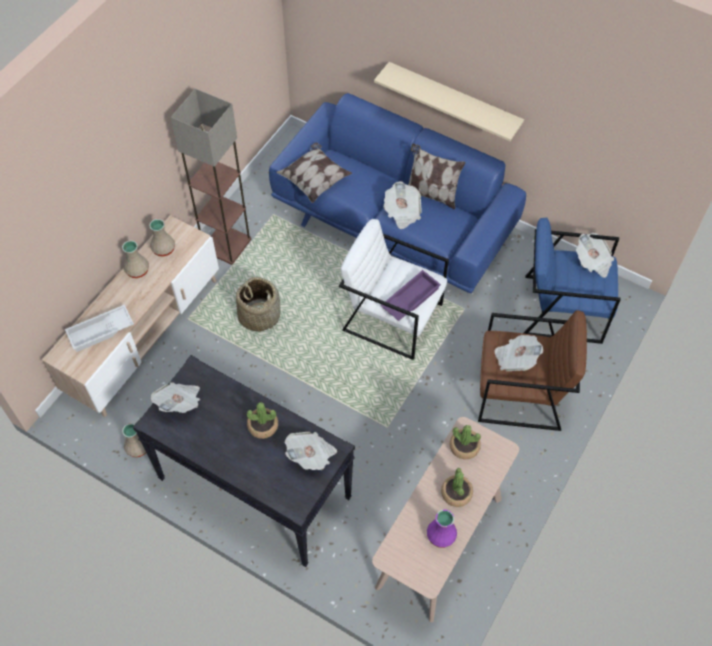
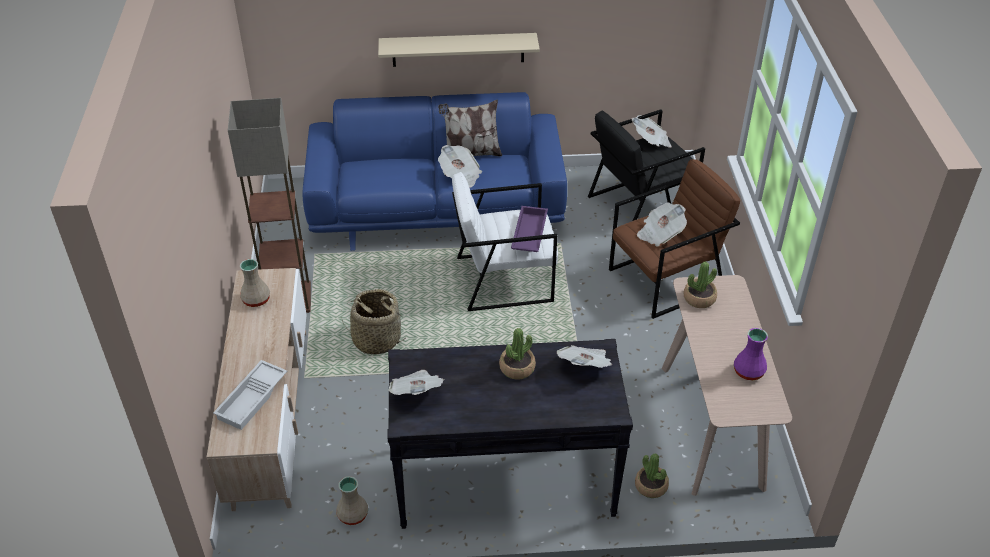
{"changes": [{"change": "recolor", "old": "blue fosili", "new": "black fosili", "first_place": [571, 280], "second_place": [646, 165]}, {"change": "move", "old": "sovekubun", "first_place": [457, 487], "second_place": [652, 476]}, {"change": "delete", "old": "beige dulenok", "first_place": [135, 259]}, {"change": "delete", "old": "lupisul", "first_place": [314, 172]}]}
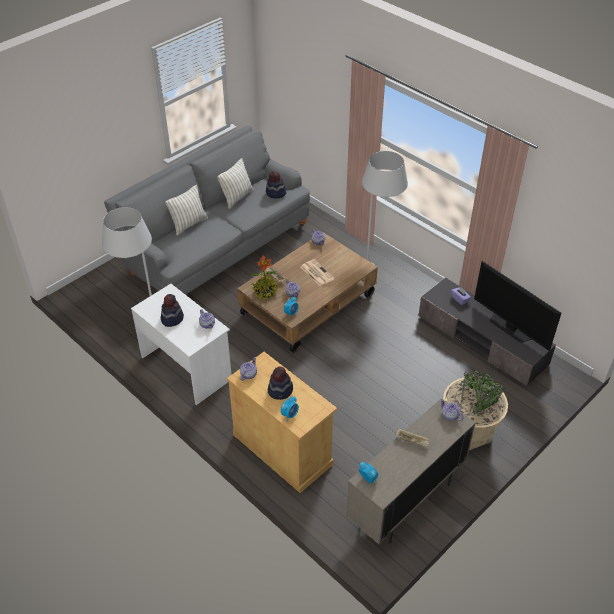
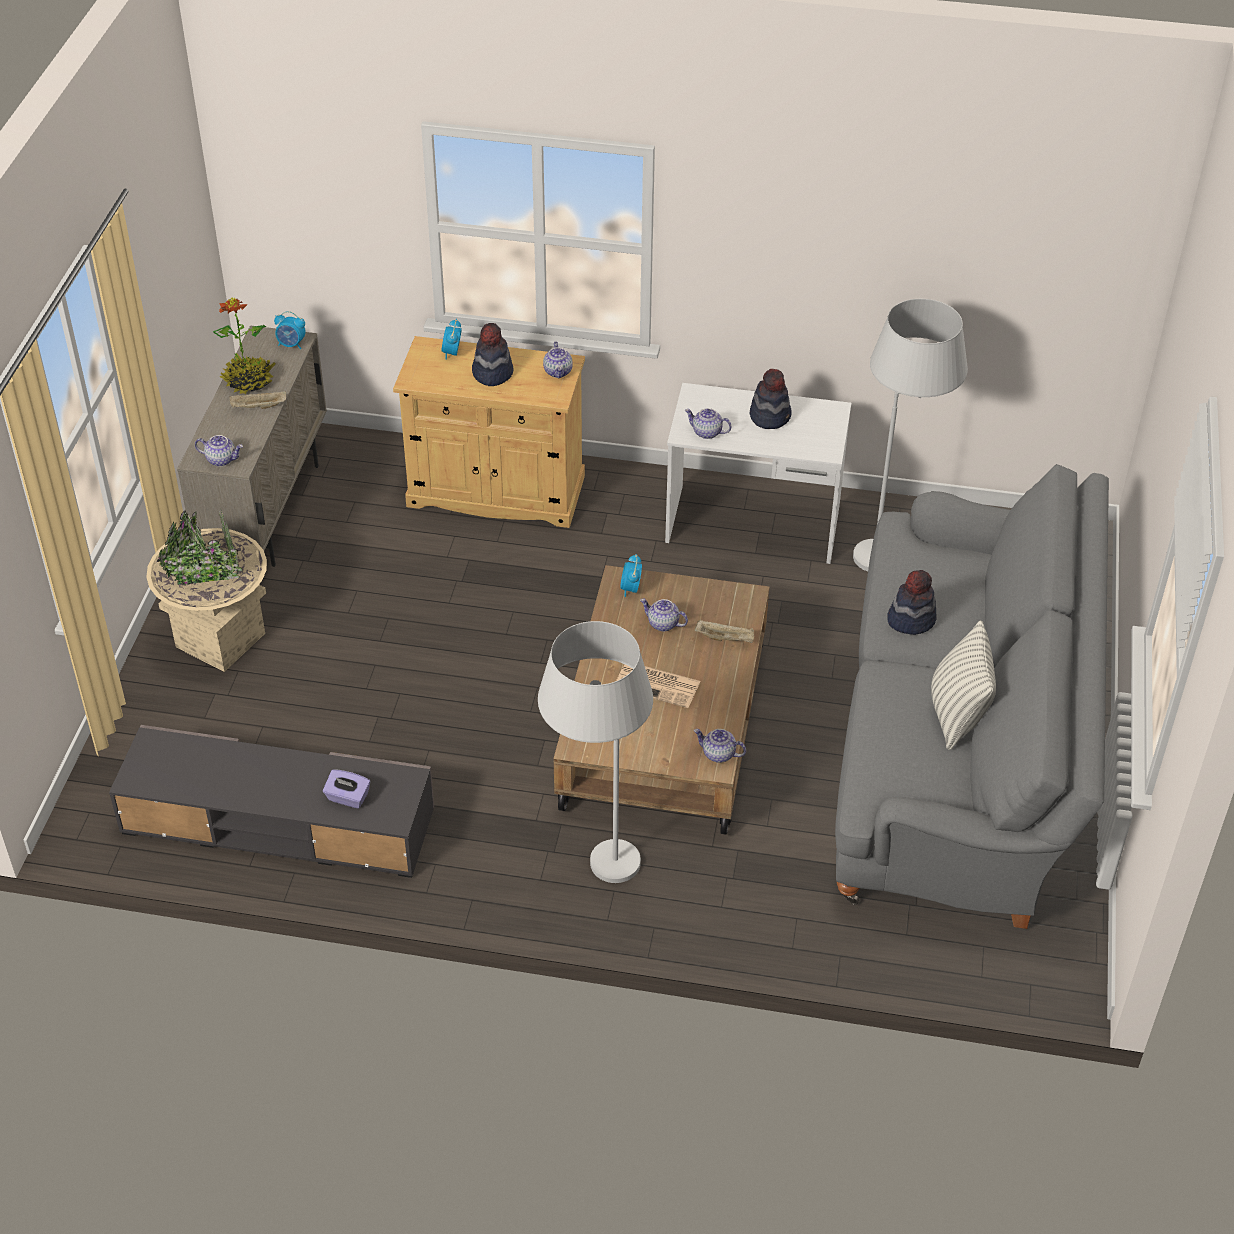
{"changes": [{"change": "move", "old": "sovekubun", "first_place": [265, 277], "second_place": [244, 346]}, {"change": "move", "old": "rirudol", "first_place": [276, 184], "second_place": [912, 602]}, {"change": "delete", "old": "lupisul", "first_place": [186, 210]}, {"change": "delete", "old": "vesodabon", "first_place": [517, 306]}]}
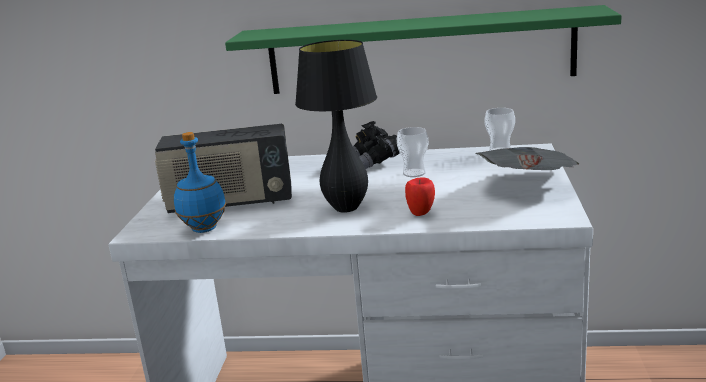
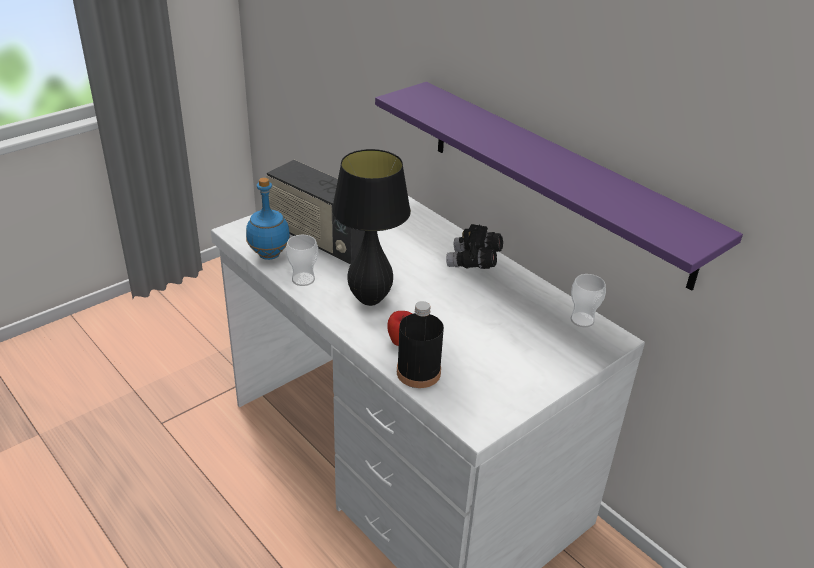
{"changes": [{"change": "move", "old": "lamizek", "first_place": [413, 152], "second_place": [302, 260]}, {"change": "recolor", "old": "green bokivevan", "new": "purple bokivevan", "first_place": [423, 49], "second_place": [559, 186]}, {"change": "insert", "new": "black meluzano", "second_place": [420, 344]}, {"change": "delete", "old": "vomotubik", "first_place": [527, 158]}]}
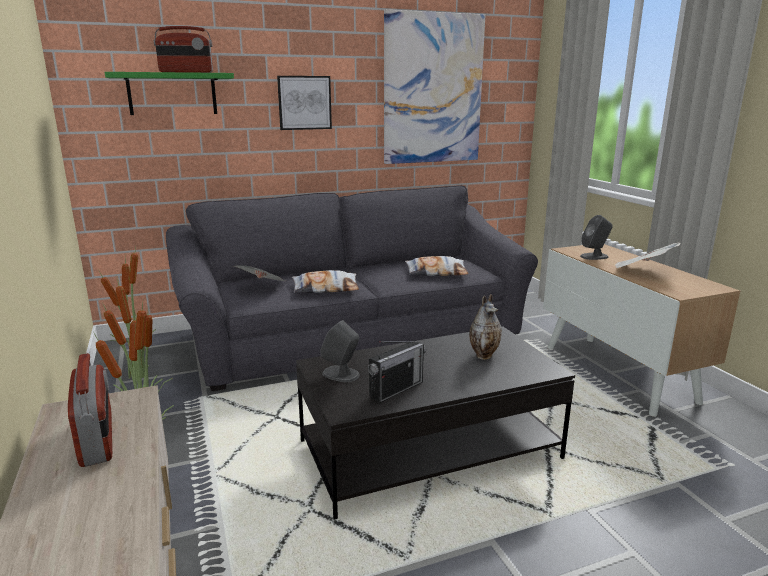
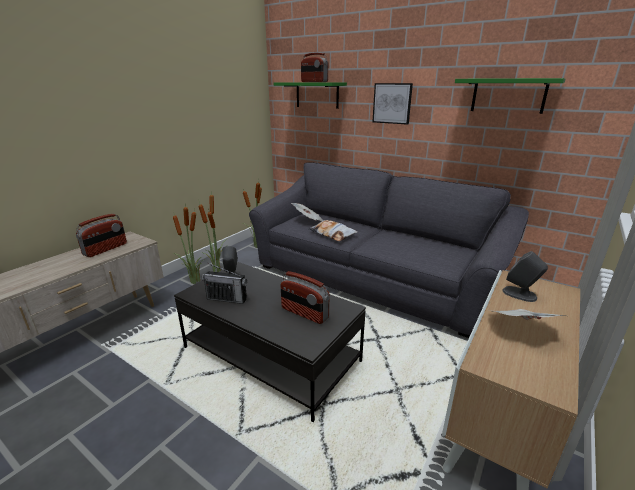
{"changes": [{"change": "replace", "old": "dulenok", "new": "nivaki", "first_place": [485, 327], "second_place": [305, 297]}, {"change": "replace", "old": "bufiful", "new": "green bokivevan", "first_place": [434, 86], "second_place": [510, 96]}, {"change": "delete", "old": "lupisul", "first_place": [437, 266]}]}
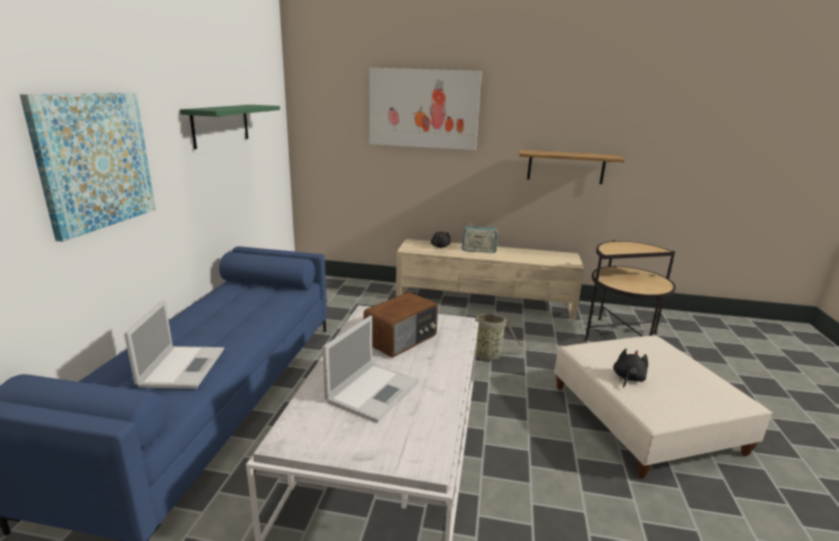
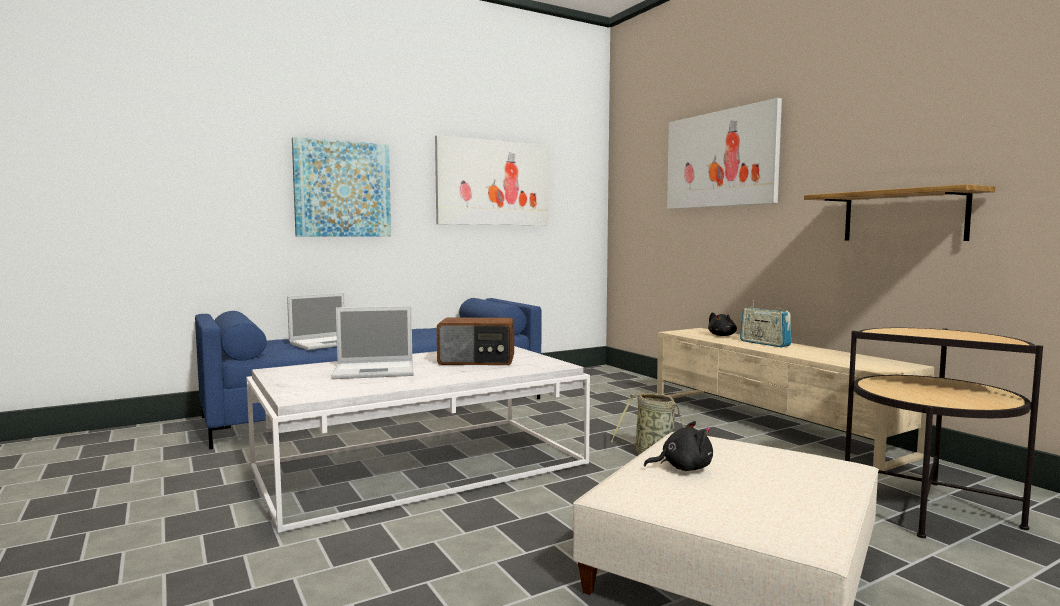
{"changes": [{"change": "replace", "old": "green bokivevan", "new": "bufiful", "first_place": [230, 127], "second_place": [492, 180]}]}
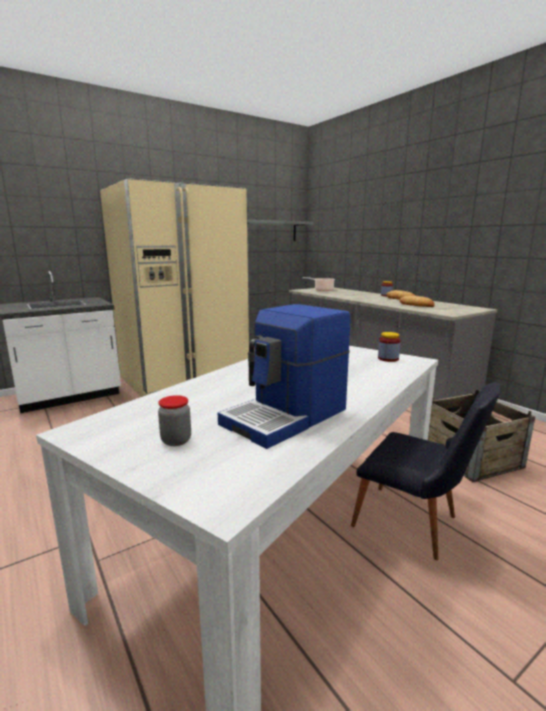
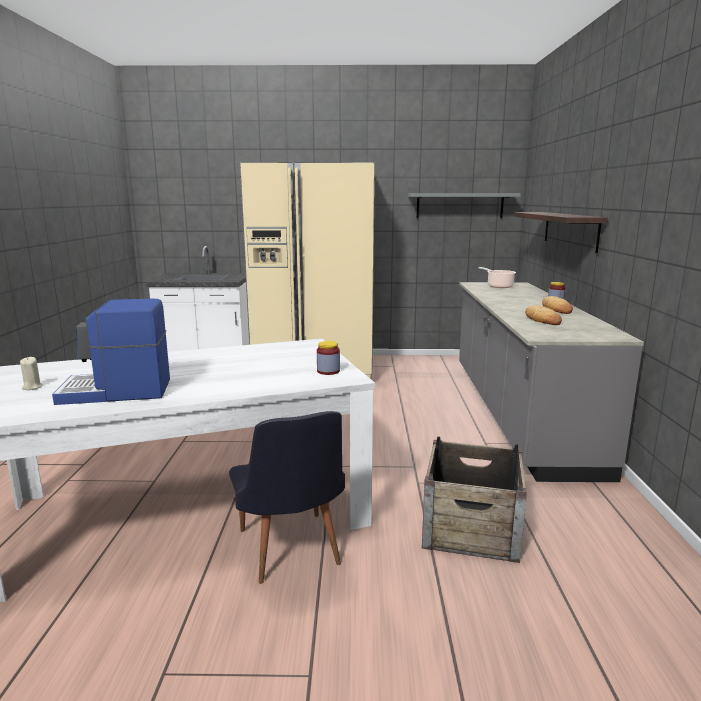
{"changes": [{"change": "replace", "old": "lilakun", "new": "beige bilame", "first_place": [174, 420], "second_place": [31, 373]}, {"change": "insert", "new": "bokivevan", "second_place": [561, 232]}]}
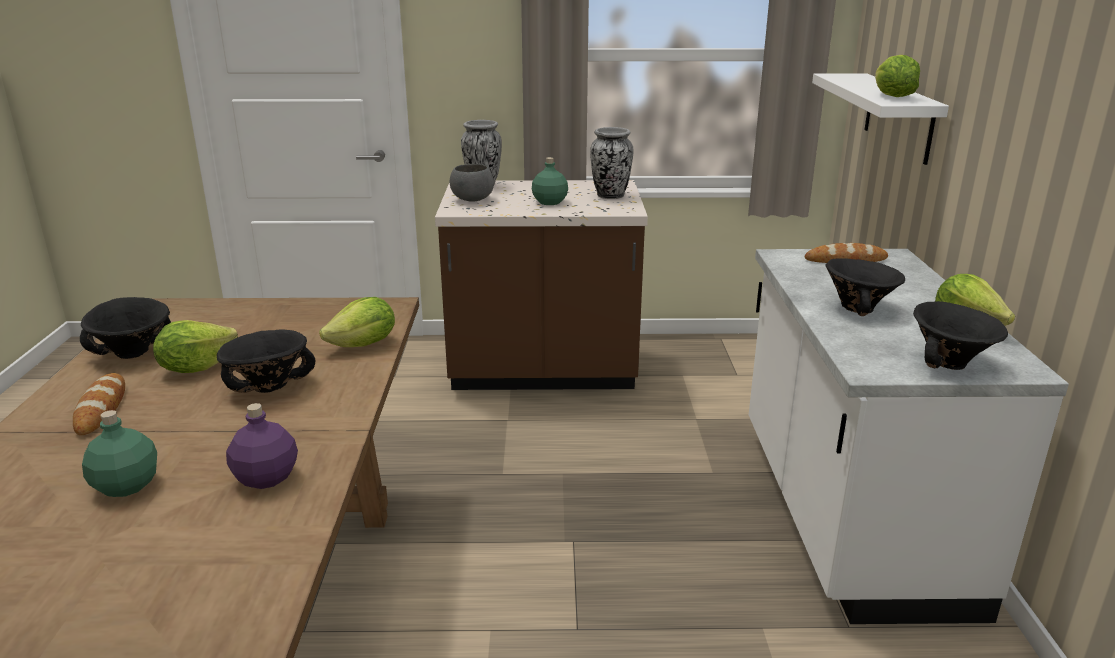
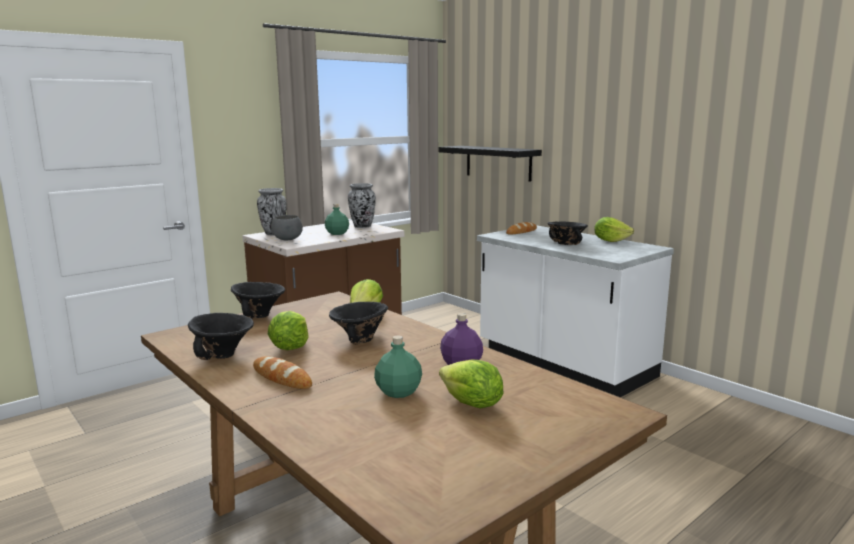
{"changes": [{"change": "move", "old": "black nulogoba", "first_place": [960, 335], "second_place": [258, 300]}, {"change": "recolor", "old": "white bokivevan", "new": "black bokivevan", "first_place": [880, 119], "second_place": [490, 164]}, {"change": "move", "old": "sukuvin", "first_place": [897, 76], "second_place": [471, 384]}]}
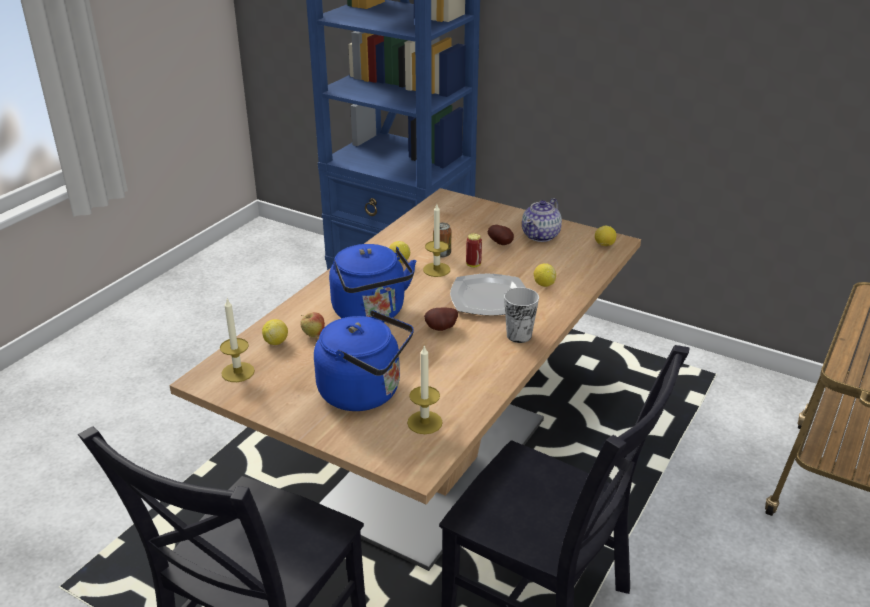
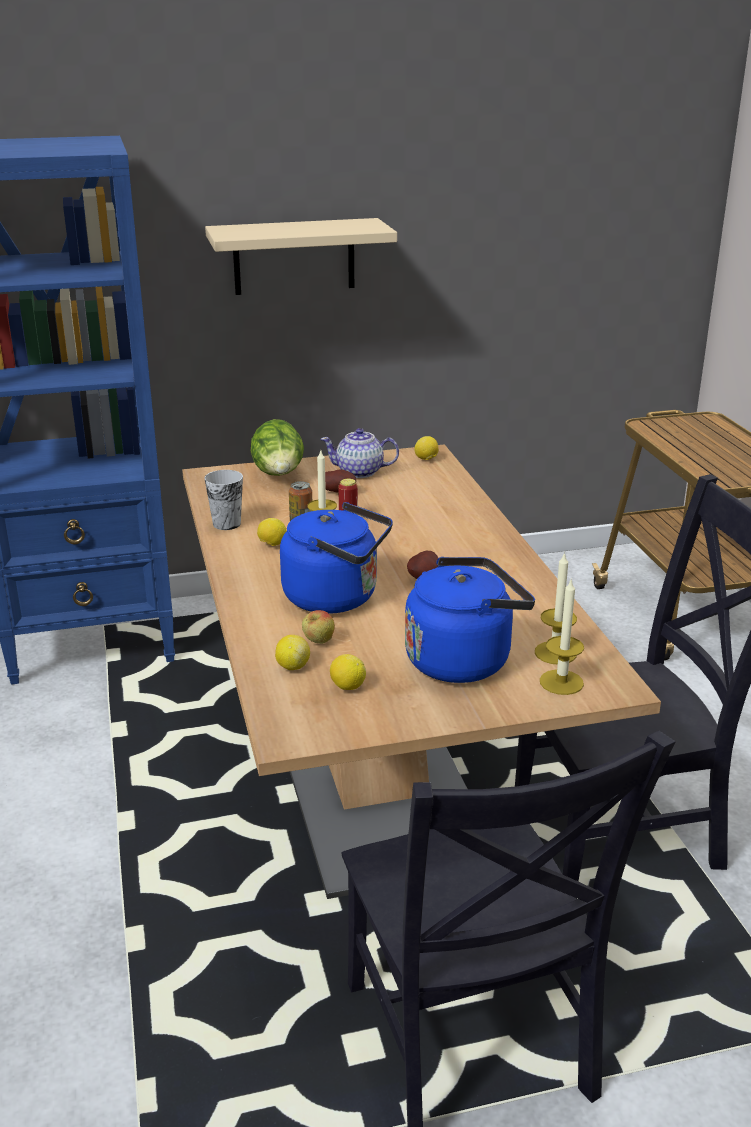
{"changes": [{"change": "move", "old": "lamizek", "first_place": [521, 315], "second_place": [223, 500]}, {"change": "insert", "new": "beige bokivevan", "second_place": [301, 256]}, {"change": "insert", "new": "sukuvin", "second_place": [277, 447]}, {"change": "rotate", "old": "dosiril", "first_place": [542, 220], "second_place": [359, 453], "degrees": 105}, {"change": "move", "old": "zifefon", "first_place": [545, 275], "second_place": [348, 672]}, {"change": "move", "old": "bilame", "first_place": [237, 340], "second_place": [562, 636]}, {"change": "delete", "old": "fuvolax", "first_place": [488, 295]}]}
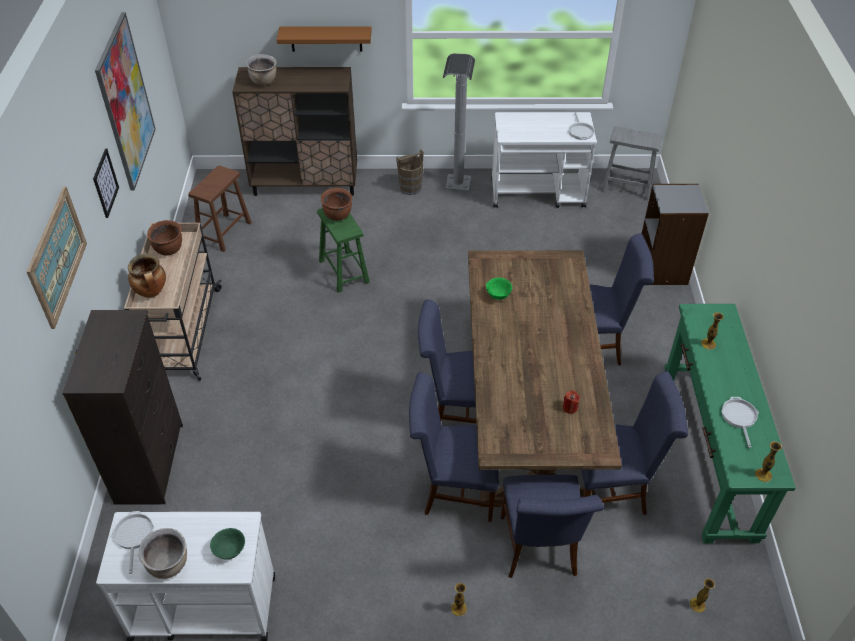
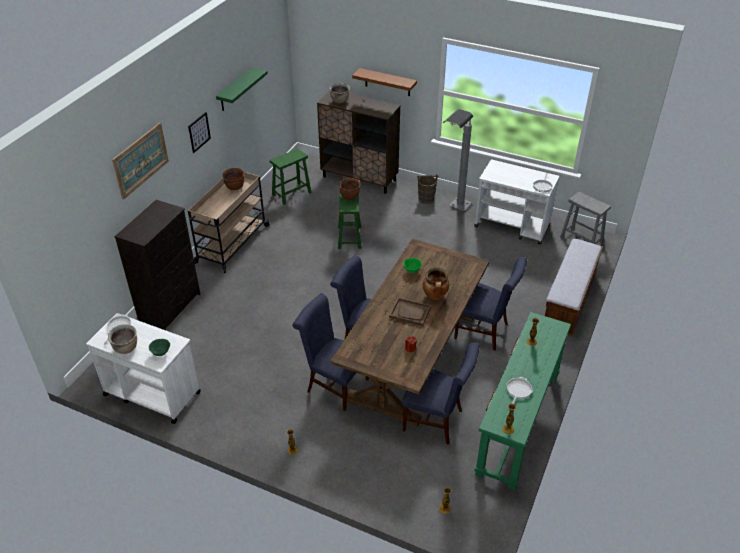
{"changes": [{"change": "replace", "old": "bufiful", "new": "green bokivevan", "first_place": [125, 101], "second_place": [242, 89]}, {"change": "recolor", "old": "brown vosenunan", "new": "green vosenunan", "first_place": [220, 209], "second_place": [291, 177]}, {"change": "insert", "new": "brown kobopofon", "second_place": [410, 311]}, {"change": "move", "old": "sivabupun", "first_place": [147, 275], "second_place": [436, 284]}, {"change": "replace", "old": "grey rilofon", "new": "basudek", "first_place": [675, 234], "second_place": [574, 287]}, {"change": "delete", "old": "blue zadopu", "first_place": [552, 526]}]}
